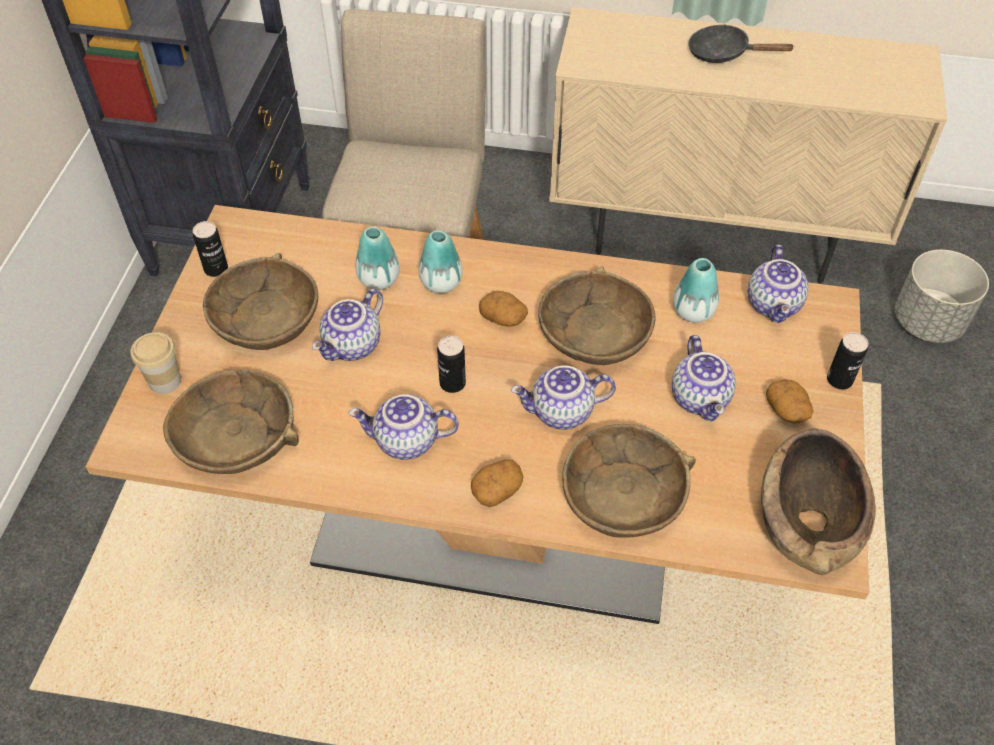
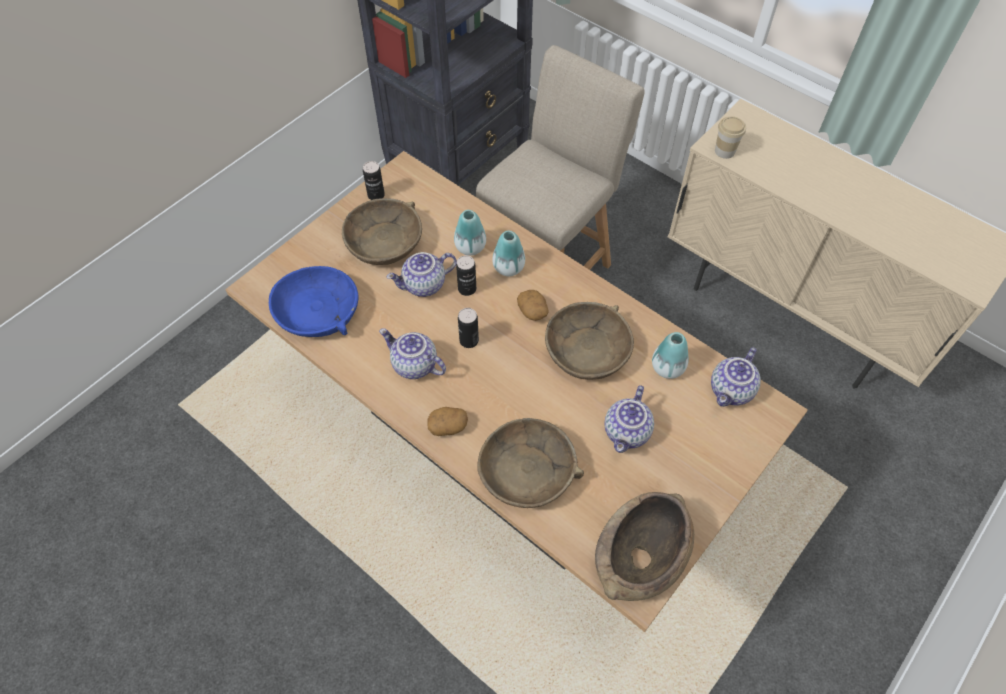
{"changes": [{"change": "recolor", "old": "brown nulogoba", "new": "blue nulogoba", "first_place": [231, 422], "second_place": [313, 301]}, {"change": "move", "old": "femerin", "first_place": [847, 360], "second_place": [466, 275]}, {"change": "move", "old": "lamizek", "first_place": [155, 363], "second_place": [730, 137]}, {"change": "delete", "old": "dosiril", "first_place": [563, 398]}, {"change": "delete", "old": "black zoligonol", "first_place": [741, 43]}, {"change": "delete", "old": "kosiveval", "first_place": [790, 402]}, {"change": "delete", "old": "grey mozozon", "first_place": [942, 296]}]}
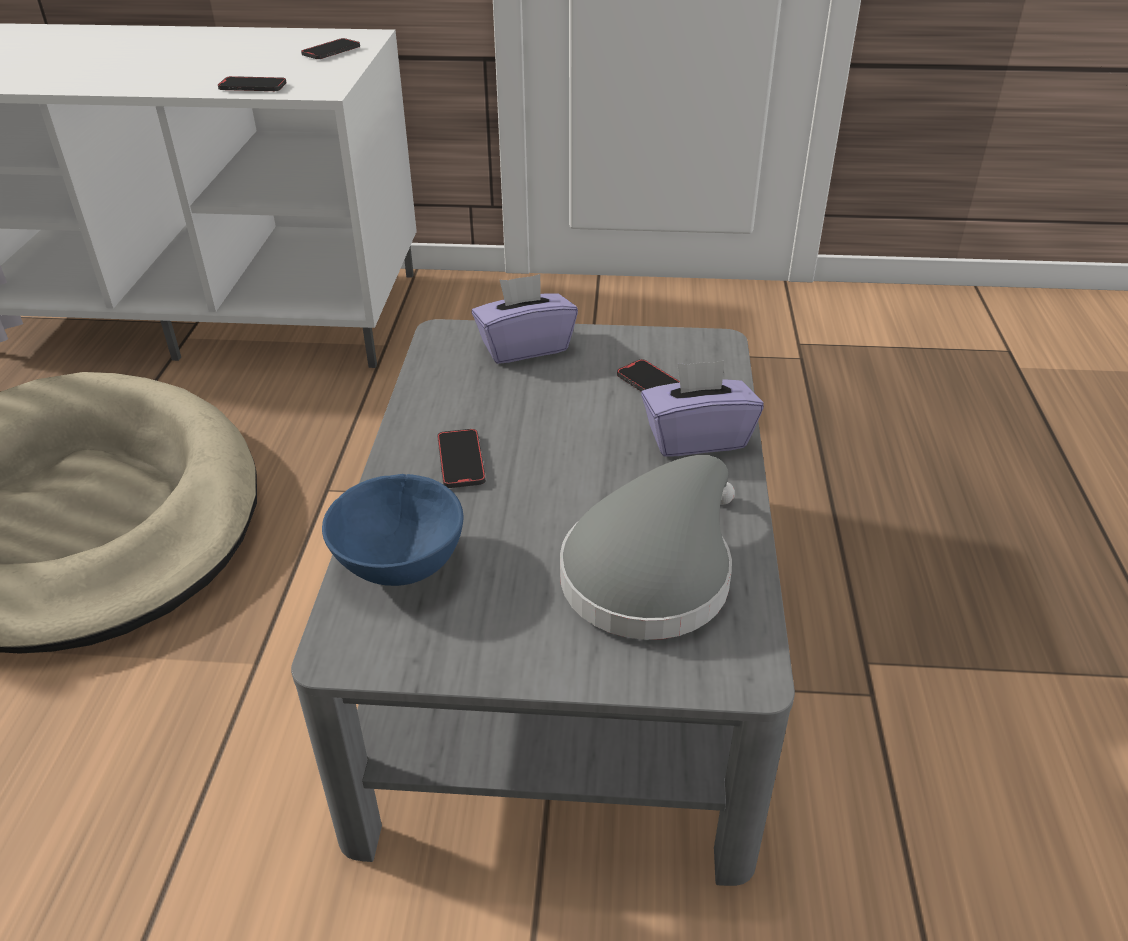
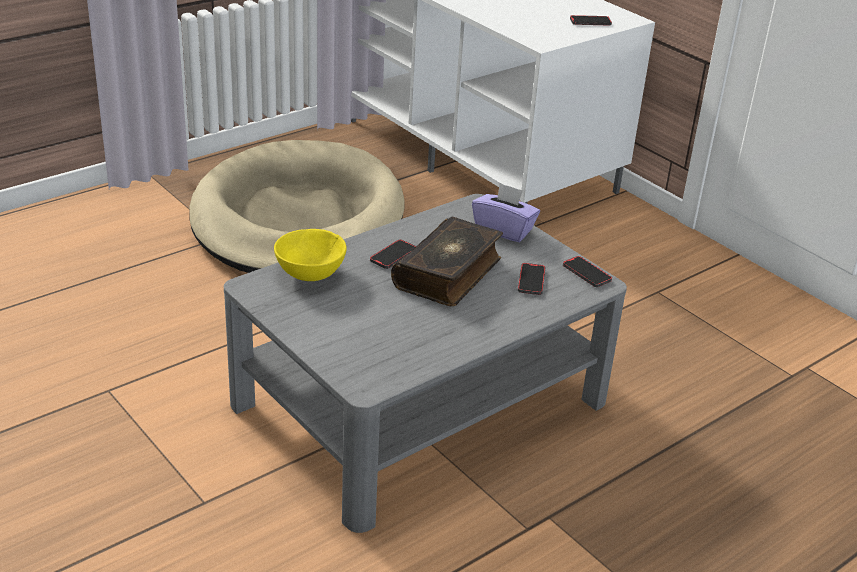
{"changes": [{"change": "recolor", "old": "blue nulogoba", "new": "yellow nulogoba", "first_place": [392, 530], "second_place": [310, 255]}, {"change": "insert", "new": "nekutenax", "second_place": [447, 261]}, {"change": "move", "old": "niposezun", "first_place": [252, 83], "second_place": [587, 271]}, {"change": "delete", "old": "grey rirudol", "first_place": [647, 547]}, {"change": "delete", "old": "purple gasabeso", "first_place": [702, 408]}]}
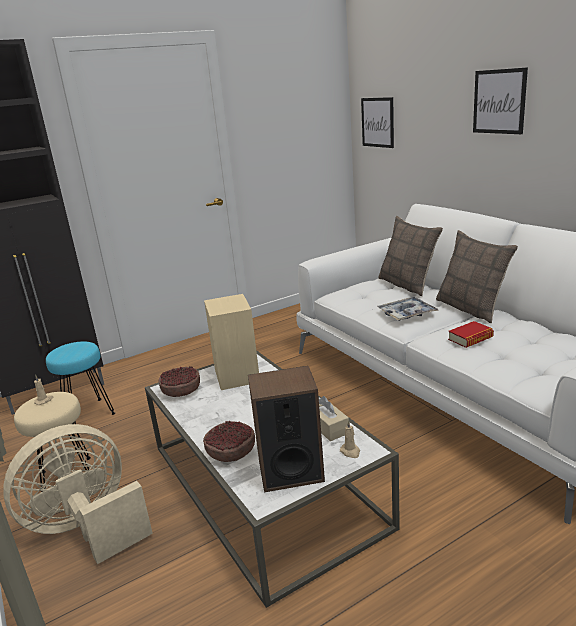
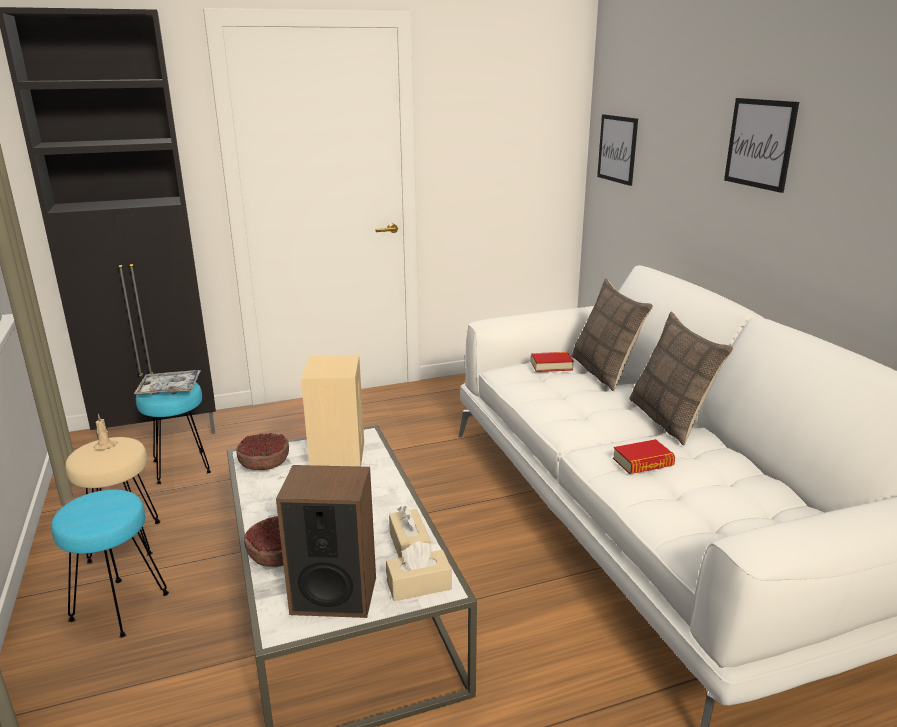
{"changes": [{"change": "replace", "old": "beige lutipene", "new": "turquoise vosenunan", "first_place": [78, 494], "second_place": [110, 564]}, {"change": "move", "old": "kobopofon", "first_place": [407, 309], "second_place": [167, 382]}, {"change": "replace", "old": "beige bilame", "new": "beige gasabeso", "first_place": [350, 439], "second_place": [419, 571]}, {"change": "insert", "new": "nekutenax", "second_place": [552, 362]}]}
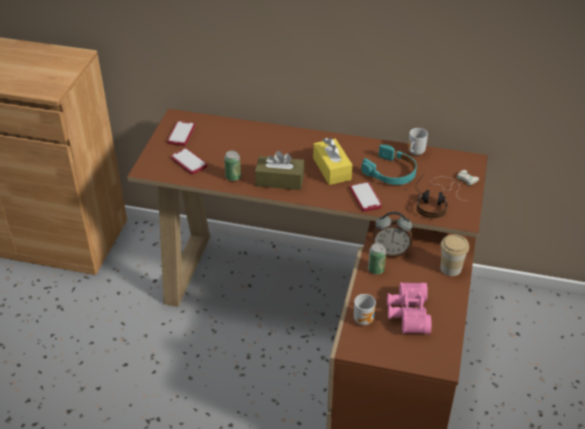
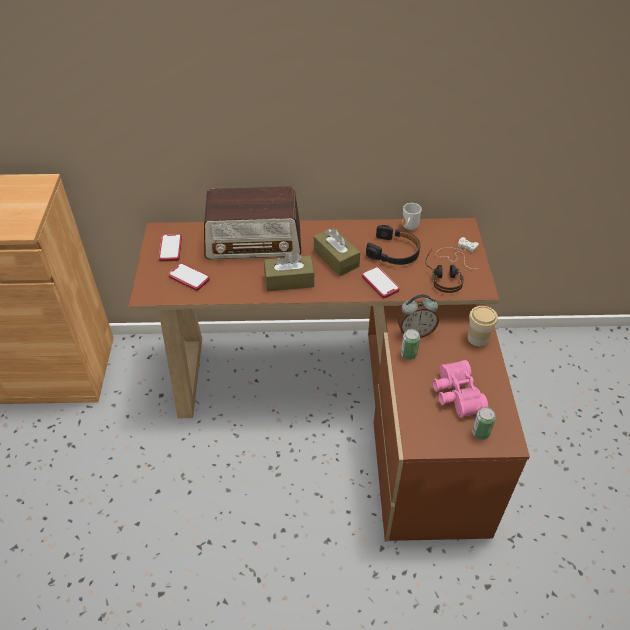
{"changes": [{"change": "insert", "new": "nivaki", "second_place": [252, 223]}, {"change": "recolor", "old": "yellow gasabeso", "new": "brown gasabeso", "first_place": [332, 161], "second_place": [337, 251]}, {"change": "recolor", "old": "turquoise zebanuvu", "new": "black zebanuvu", "first_place": [389, 164], "second_place": [393, 245]}, {"change": "move", "old": "femerin", "first_place": [232, 165], "second_place": [484, 423]}, {"change": "delete", "old": "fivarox", "first_place": [365, 309]}]}
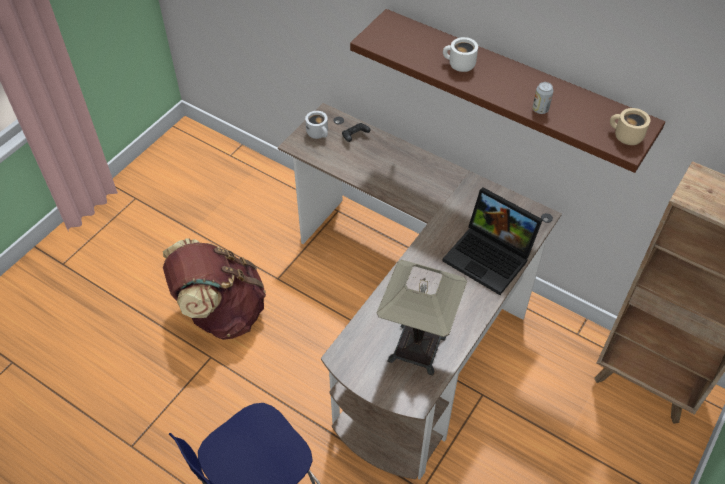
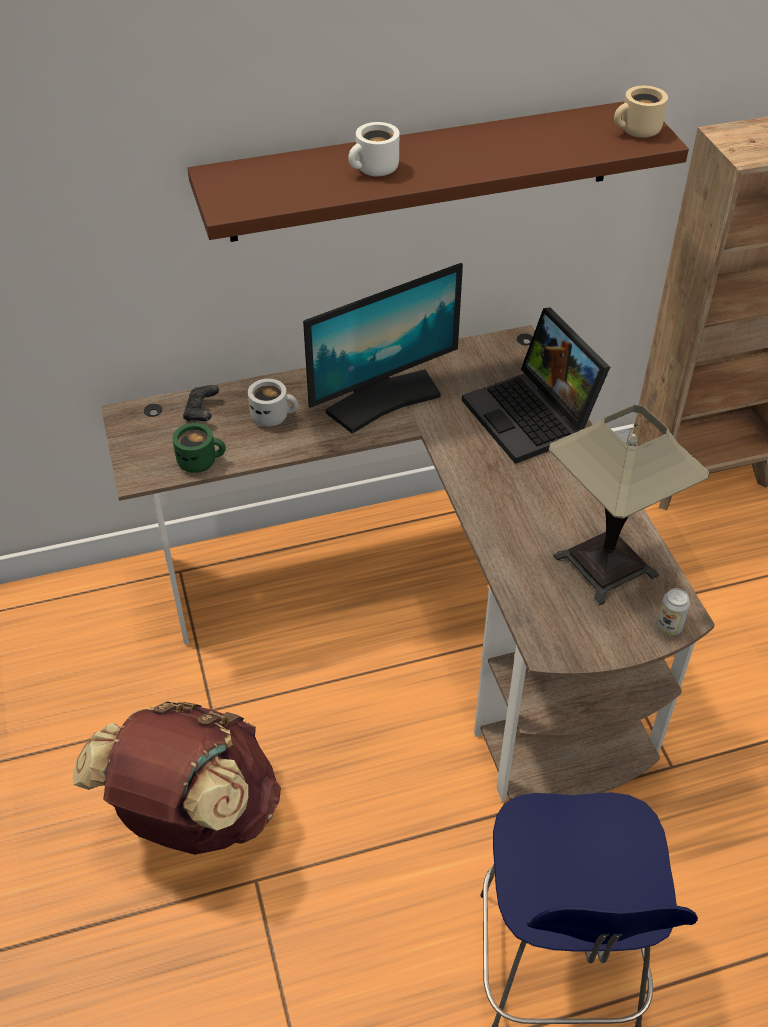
{"changes": [{"change": "insert", "new": "green fivarox", "second_place": [199, 448]}, {"change": "move", "old": "white fivarox", "first_place": [316, 125], "second_place": [273, 403]}, {"change": "insert", "new": "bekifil", "second_place": [383, 348]}, {"change": "rotate", "old": "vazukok", "first_place": [493, 241], "second_place": [536, 386], "degrees": 75}, {"change": "move", "old": "femerin", "first_place": [543, 98], "second_place": [673, 612]}]}
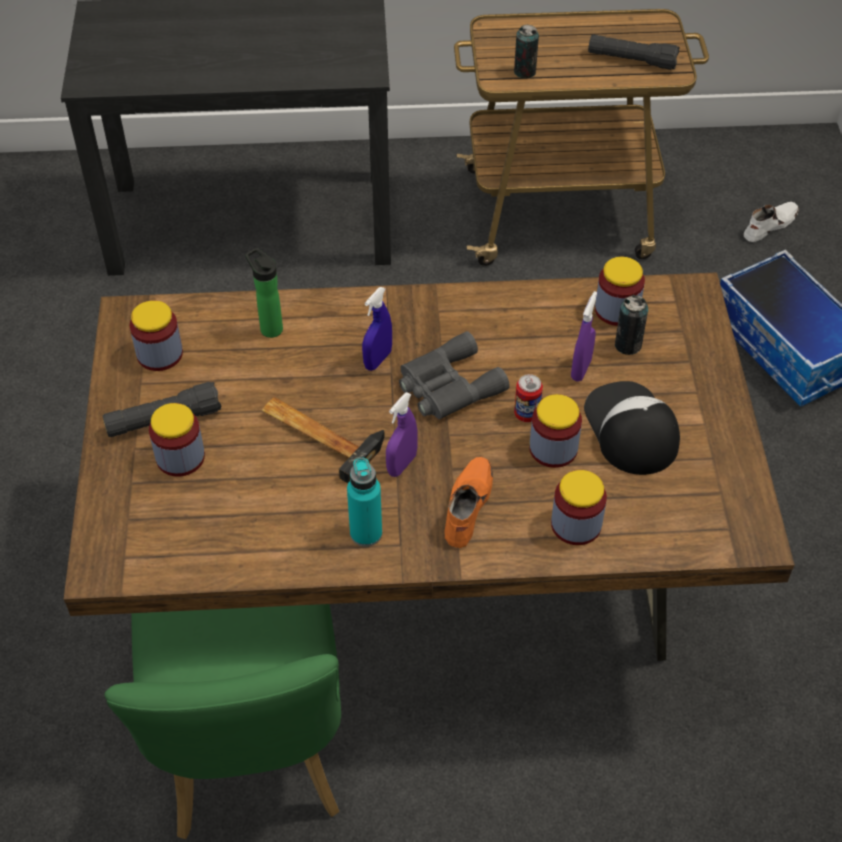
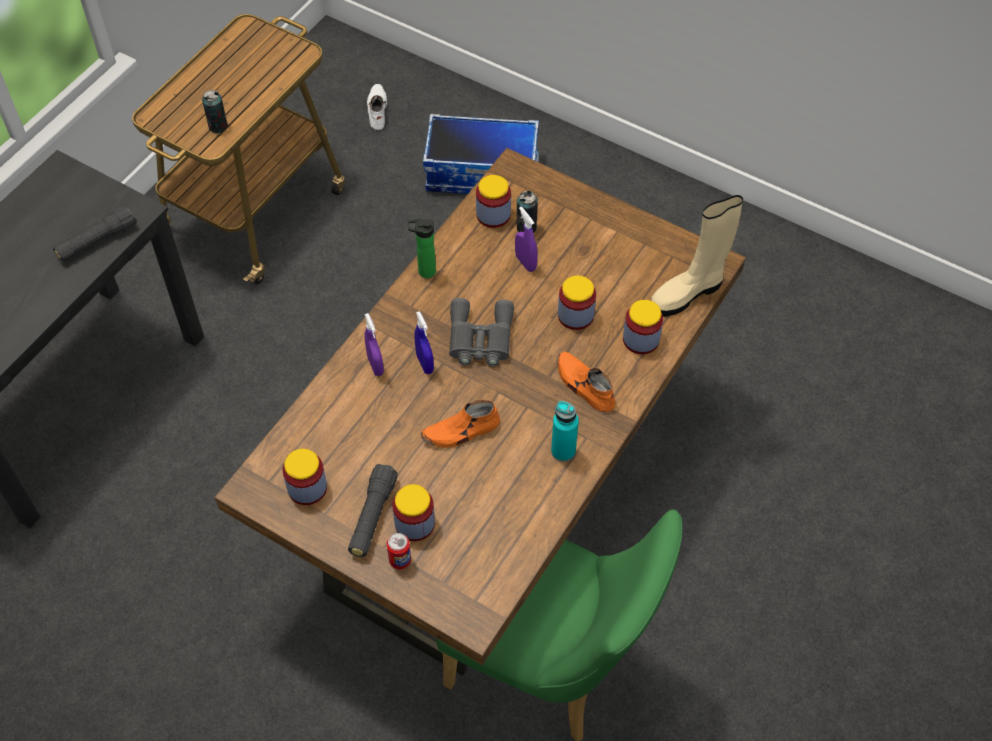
{"changes": [{"change": "move", "old": "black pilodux", "first_place": [634, 52], "second_place": [95, 233]}, {"change": "move", "old": "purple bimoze", "first_place": [402, 434], "second_place": [374, 344]}, {"change": "move", "old": "femerin", "first_place": [528, 398], "second_place": [399, 551]}, {"change": "move", "old": "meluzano", "first_place": [264, 293], "second_place": [421, 248]}, {"change": "replace", "old": "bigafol", "new": "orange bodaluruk", "first_place": [323, 440], "second_place": [460, 424]}, {"change": "insert", "new": "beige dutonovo", "second_place": [697, 256]}, {"change": "delete", "old": "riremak", "first_place": [632, 428]}]}
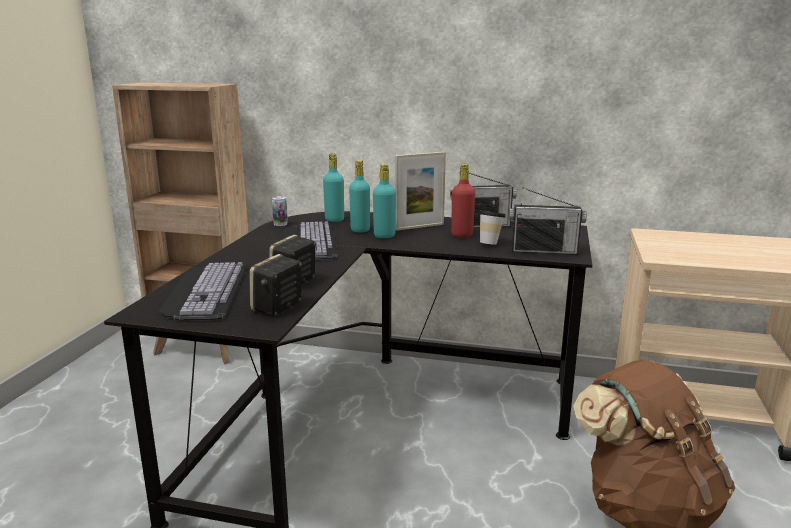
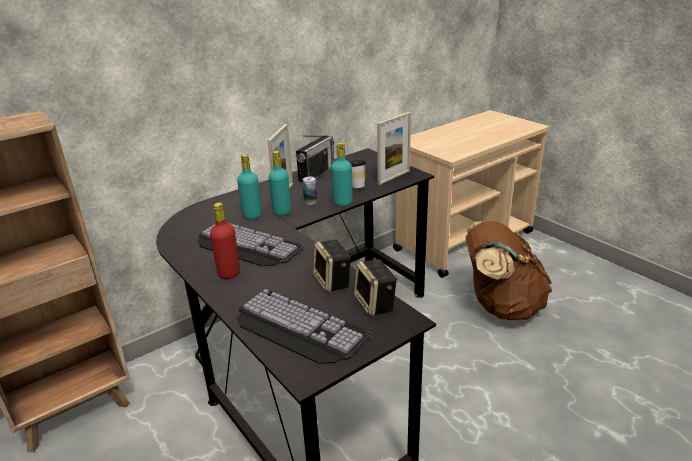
{"changes": [{"change": "move", "old": "red meluzano", "first_place": [463, 201], "second_place": [225, 240]}, {"change": "move", "old": "femerin", "first_place": [280, 211], "second_place": [310, 191]}, {"change": "move", "old": "turquoise meluzano", "first_place": [333, 188], "second_place": [342, 175]}, {"change": "replace", "old": "nivaki", "new": "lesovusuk", "first_place": [548, 221], "second_place": [394, 148]}]}
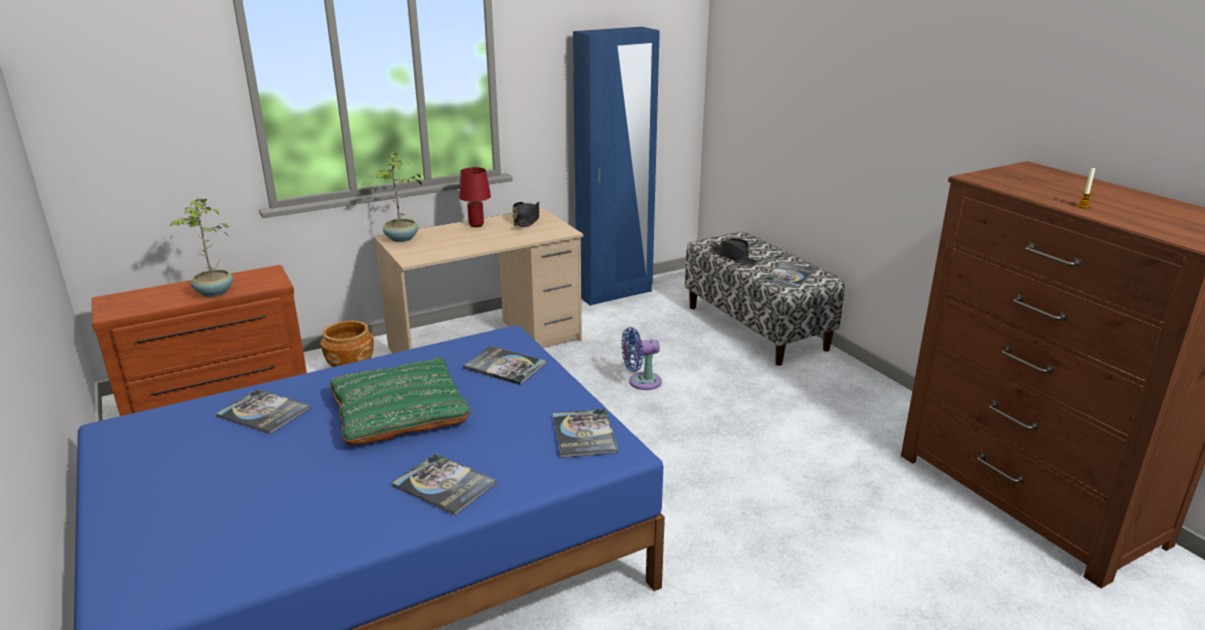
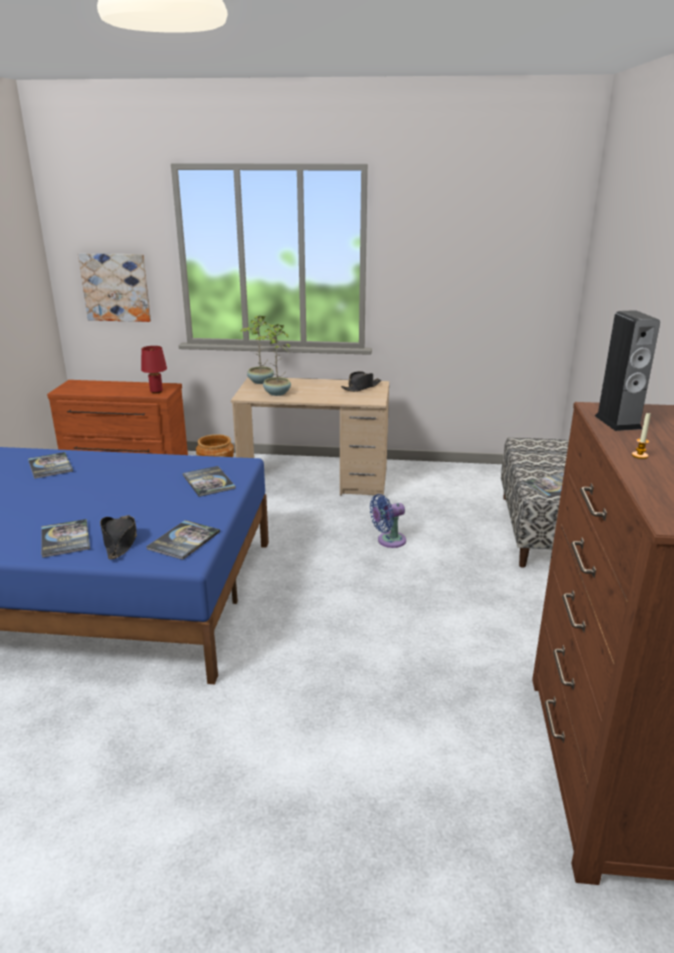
{"changes": [{"change": "insert", "new": "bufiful", "second_place": [114, 287]}, {"change": "move", "old": "black rirudol", "first_place": [734, 251], "second_place": [118, 537]}, {"change": "move", "old": "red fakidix", "first_place": [475, 197], "second_place": [154, 370]}, {"change": "move", "old": "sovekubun", "first_place": [201, 247], "second_place": [273, 360]}, {"change": "rotate", "old": "blue lutipene", "first_place": [641, 358], "second_place": [388, 521], "degrees": -45}, {"change": "insert", "new": "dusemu", "second_place": [627, 370]}, {"change": "delete", "old": "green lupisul", "first_place": [399, 401]}, {"change": "delete", "old": "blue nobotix", "first_place": [616, 166]}]}
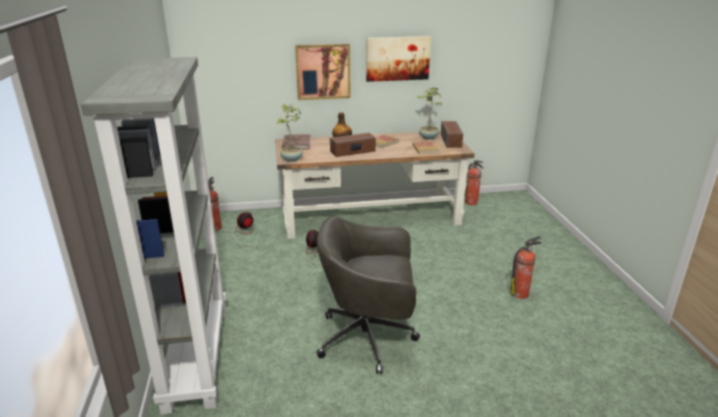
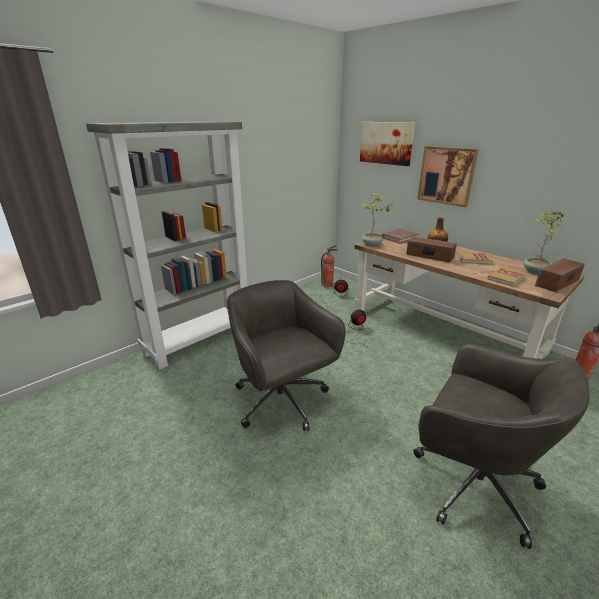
{"changes": [{"change": "move", "old": "bufiful", "first_place": [398, 59], "second_place": [387, 144]}, {"change": "replace", "old": "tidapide", "new": "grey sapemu", "first_place": [526, 267], "second_place": [502, 446]}]}
